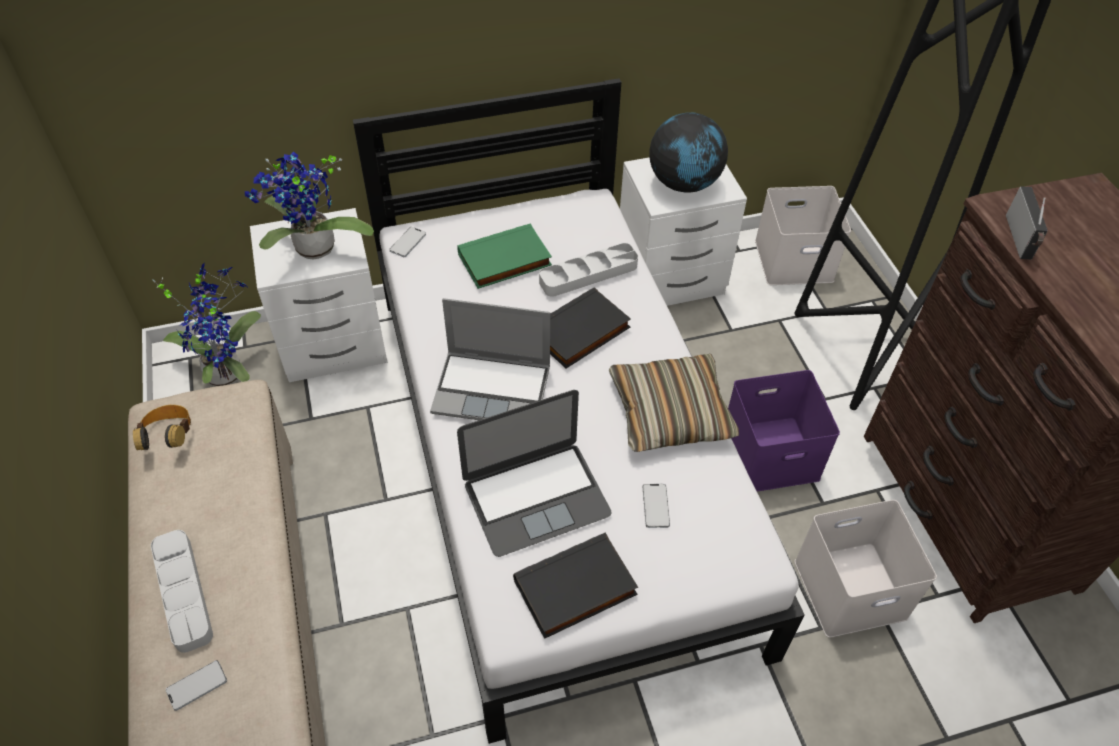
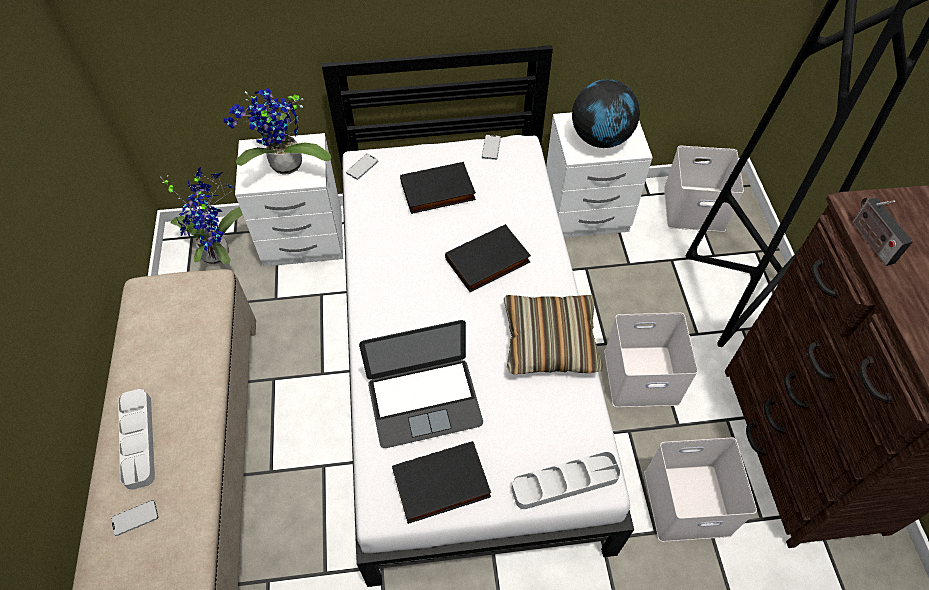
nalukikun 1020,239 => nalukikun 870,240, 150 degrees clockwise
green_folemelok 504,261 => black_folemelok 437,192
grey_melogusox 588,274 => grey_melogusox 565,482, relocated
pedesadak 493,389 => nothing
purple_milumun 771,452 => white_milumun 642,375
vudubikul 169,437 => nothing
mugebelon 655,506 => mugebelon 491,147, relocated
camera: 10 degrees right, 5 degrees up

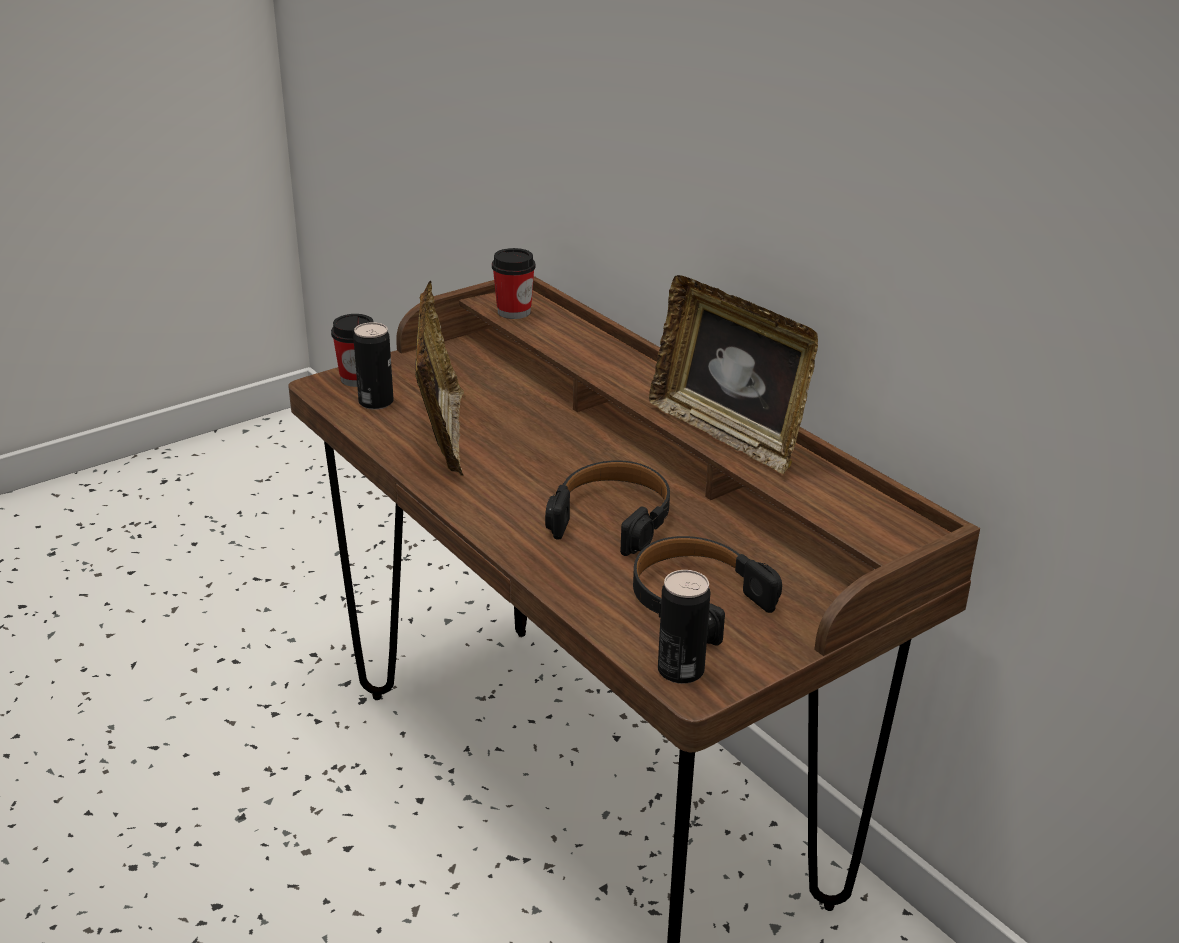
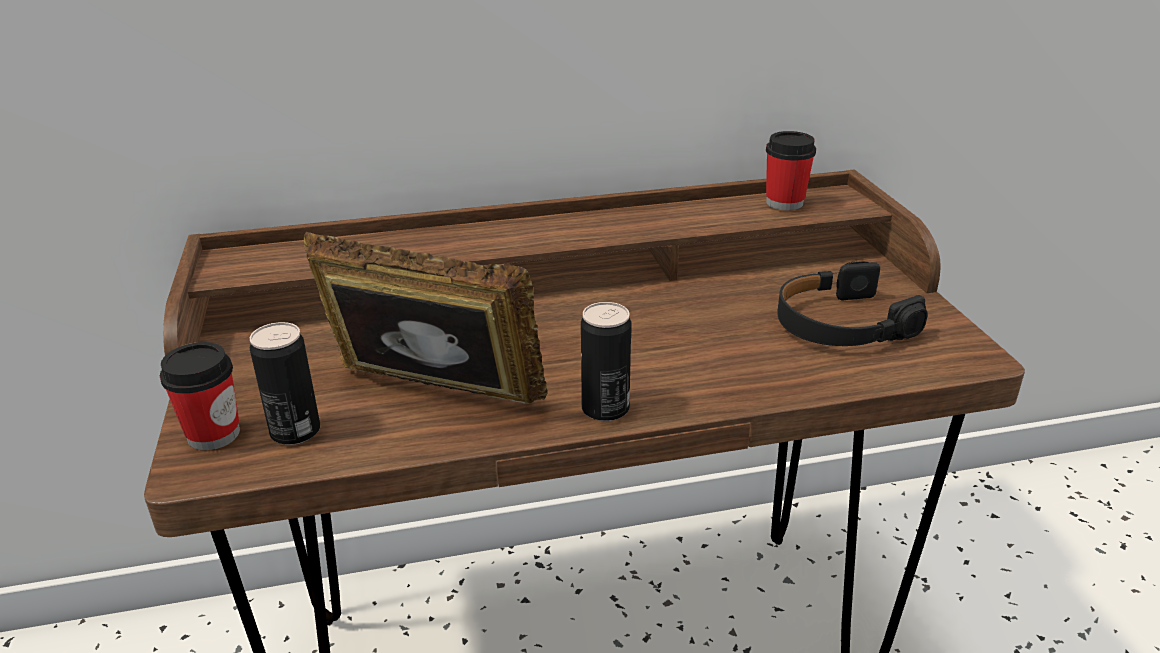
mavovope 514,312 => mavovope 784,203, relocated
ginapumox 728,433 => nothing
black_vudubikul 612,518 => nothing
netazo 680,670 => netazo 605,409, relocated
camera: 65 degrees left, 0 degrees up

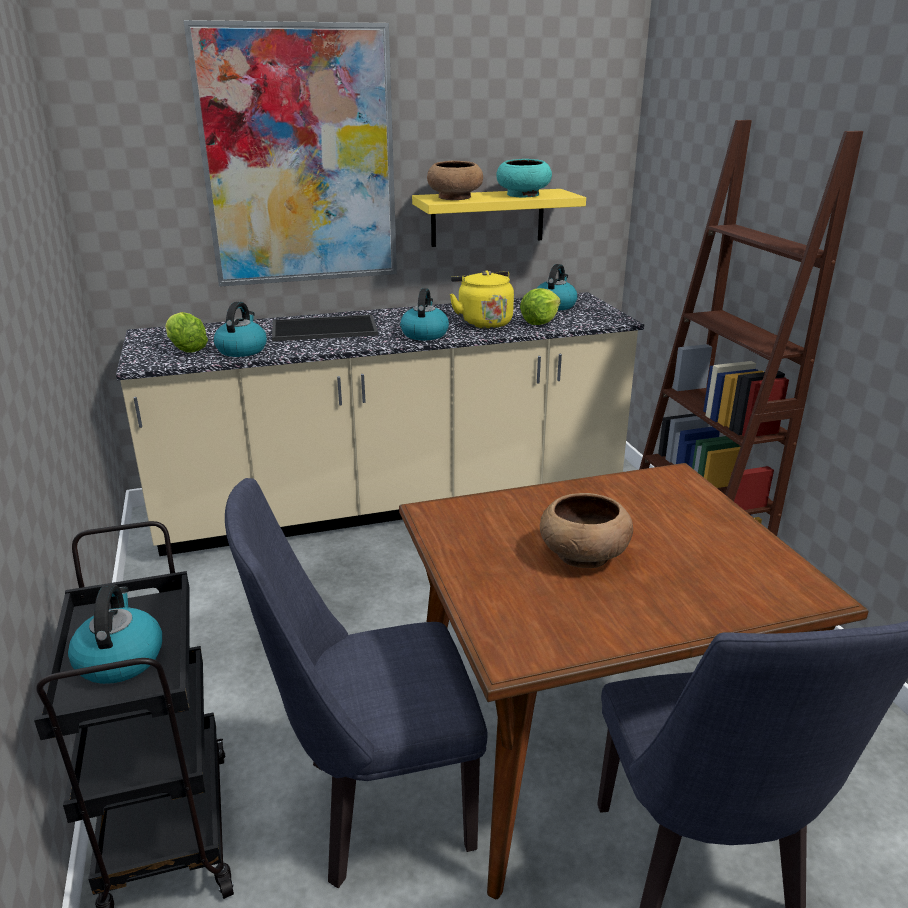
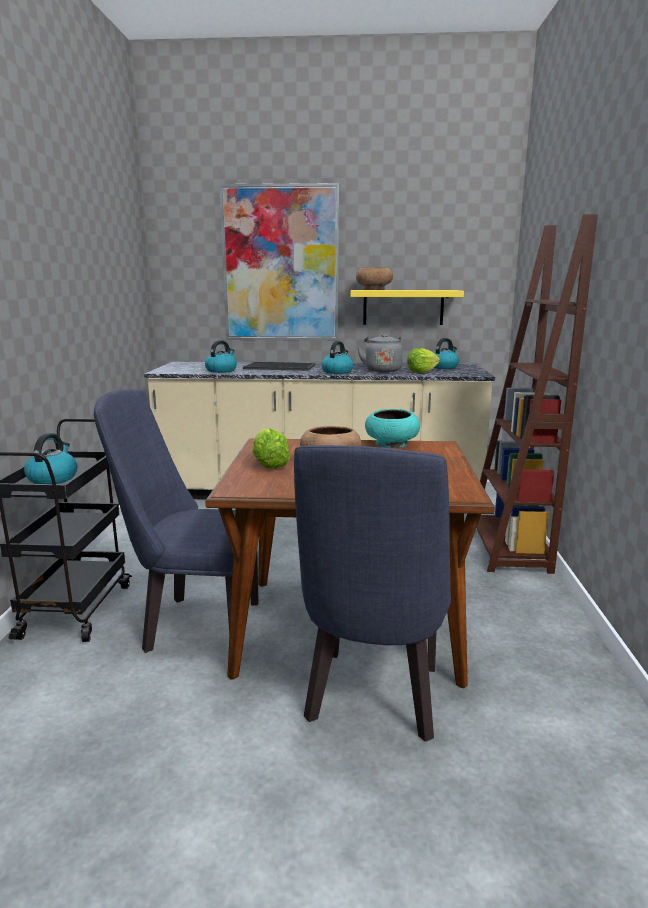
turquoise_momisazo 523,195 => turquoise_momisazo 391,444, relocated
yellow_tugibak 482,322 => grey_tugibak 382,370
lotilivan 186,349 => lotilivan 269,465, relocated
camera: 20 degrees right, 10 degrees down

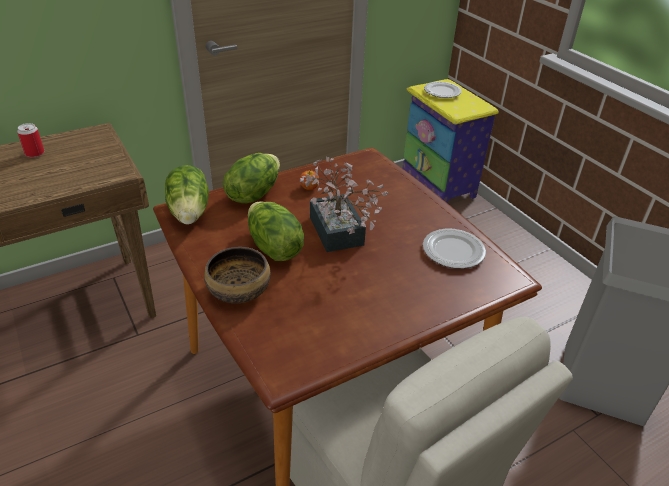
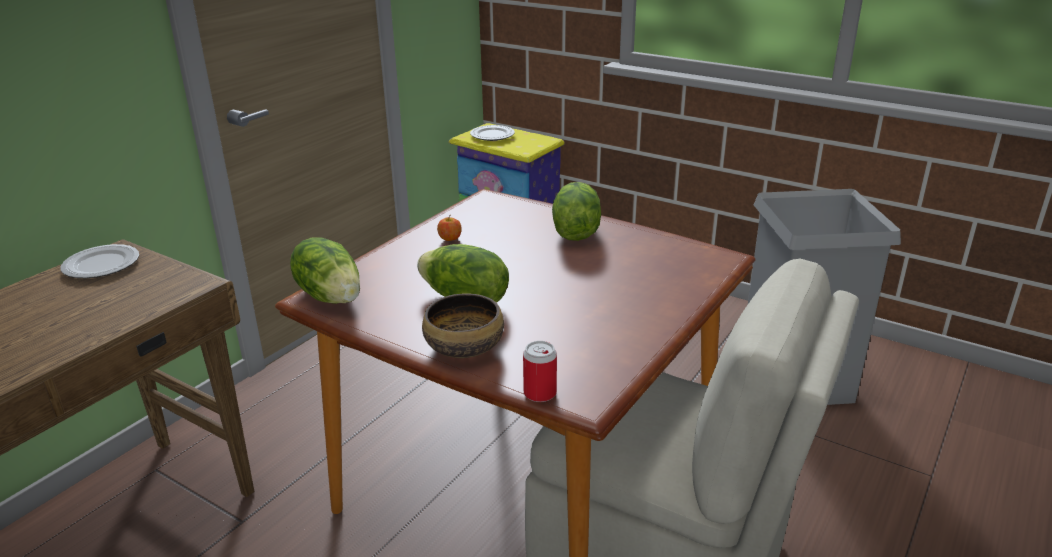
netazo 35,153 => netazo 540,393, relocated
lotilivan 253,193 => lotilivan 575,232, relocated
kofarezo 338,236 => nothing
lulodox 453,251 => lulodox 101,265, relocated
camera: 25 degrees left, 10 degrees down

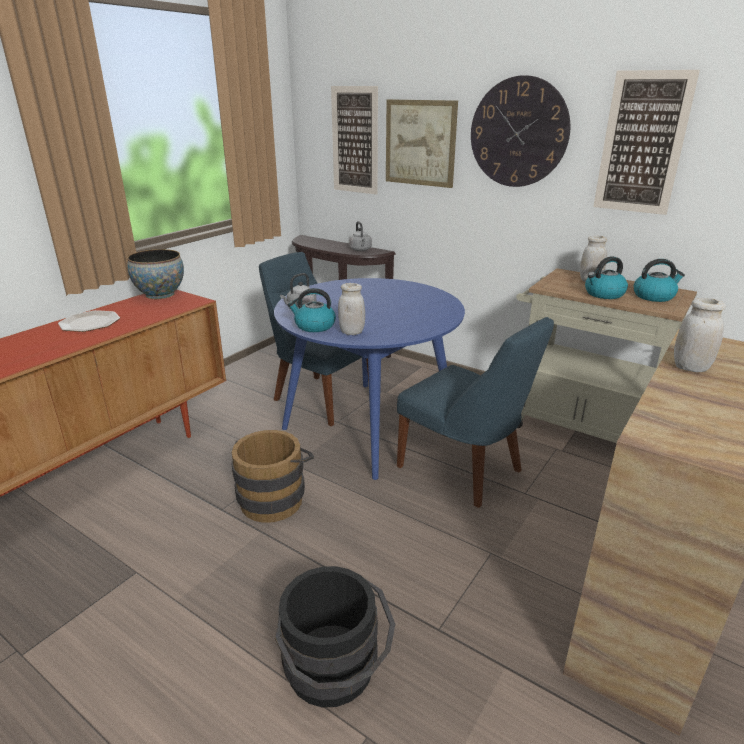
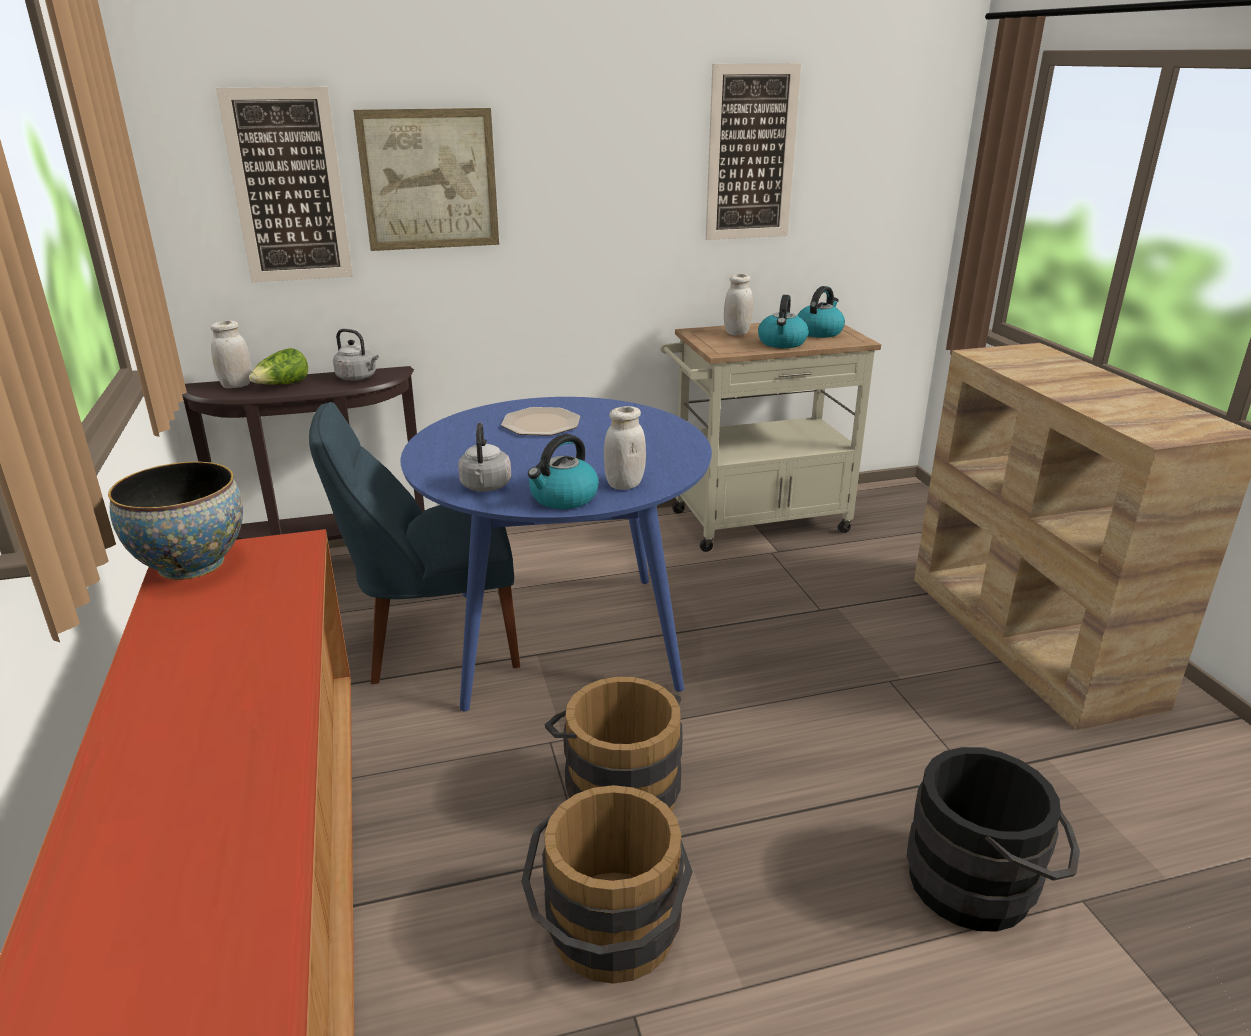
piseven 518,133 => nothing
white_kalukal 690,368 => white_kalukal 236,385, relocated
lulodox 89,323 => lulodox 541,424, relocated
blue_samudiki 464,470 => nothing
nothing => lotilivan 282,385
nothing => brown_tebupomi 610,940
camera: 50 degrees left, 0 degrees up

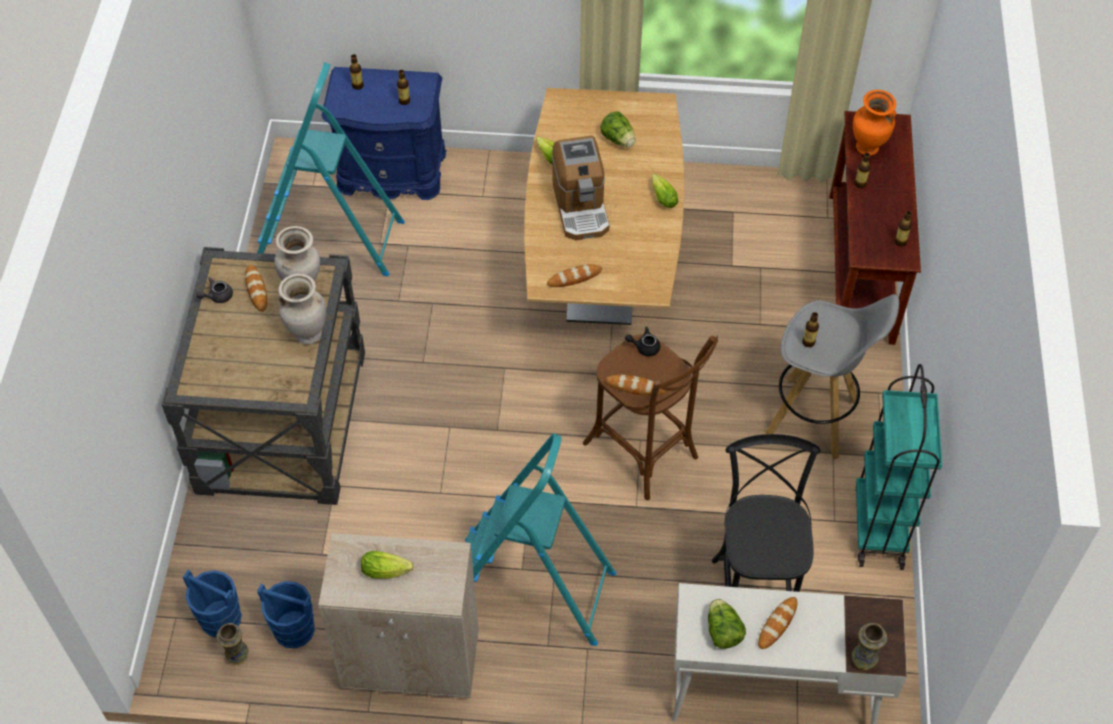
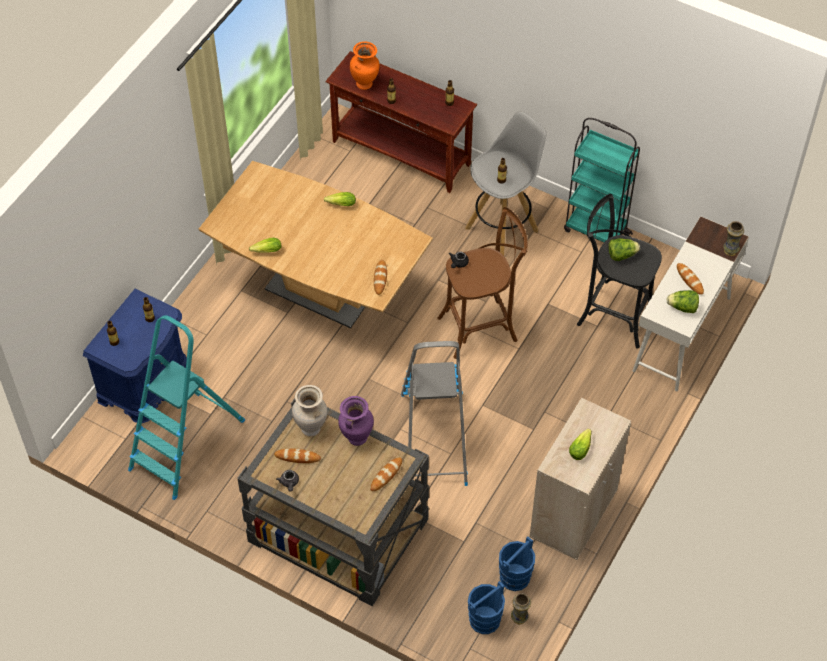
lotilivan 618,139 => lotilivan 621,255, relocated
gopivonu 580,207 => nothing
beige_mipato 308,334 => purple_mipato 356,438
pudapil 634,387 => pudapil 386,475, relocated
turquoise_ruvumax 528,590 => nothing
nothing => grey_ruvumax 433,437
camera: 65 degrees left, 0 degrees up

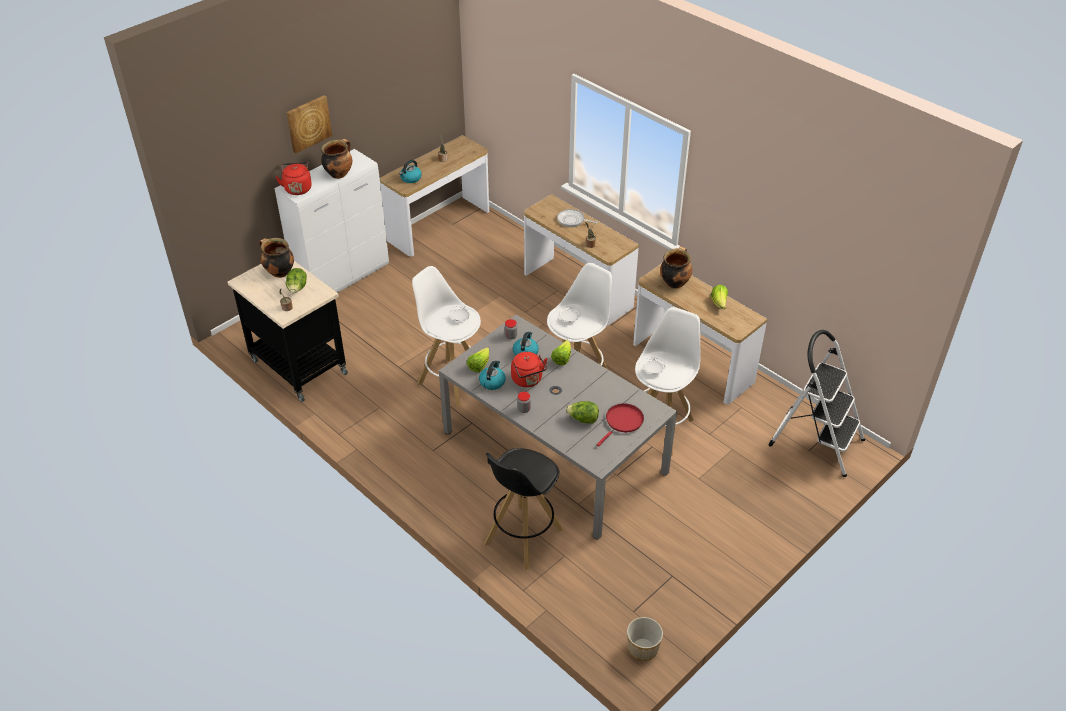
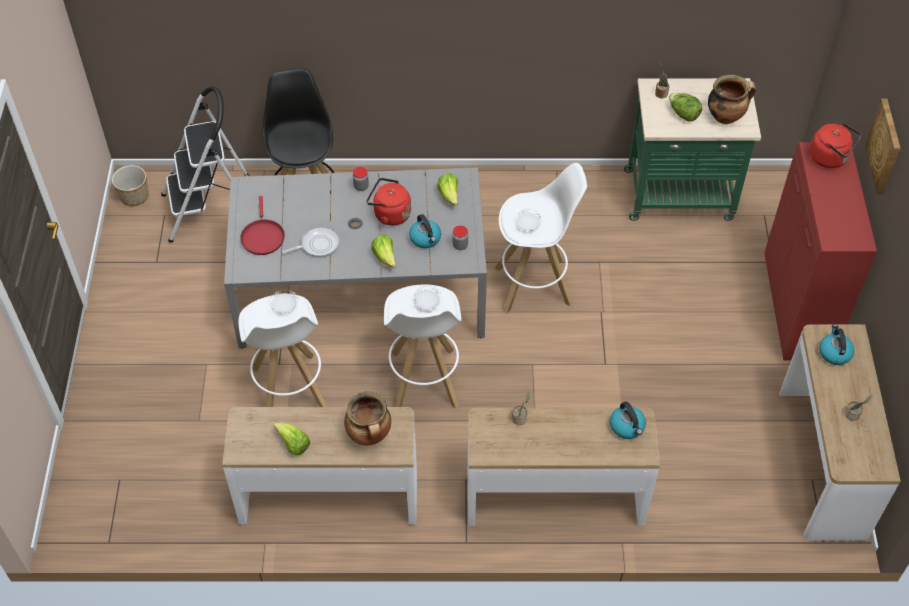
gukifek 339,174 => nothing
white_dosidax 343,278 => red_dosidax 796,309
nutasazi 572,220 => nutasazi 318,244, relocated
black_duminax 298,367 => green_duminax 679,194
ruvumax 814,441 => ruvumax 214,210, relocated
tugibak 492,382 => tugibak 627,427, relocated
lotilivan 583,419 => nothing
camera: 135 degrees right, 10 degrees up

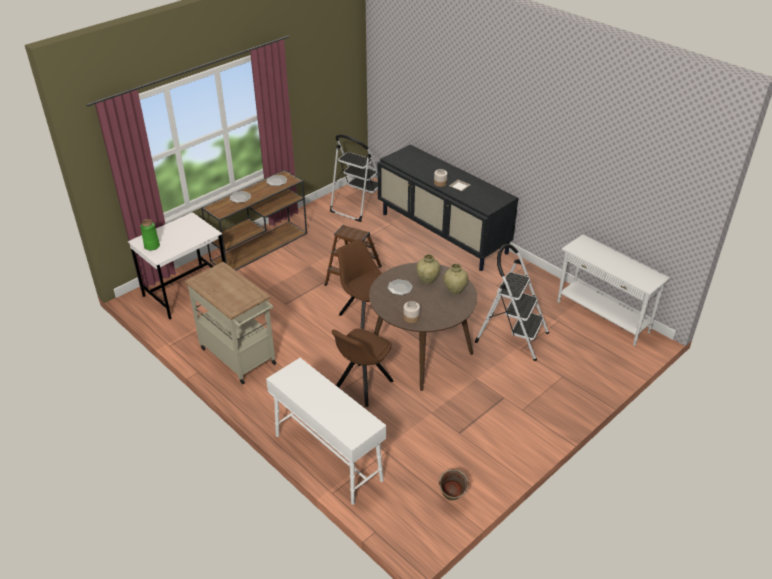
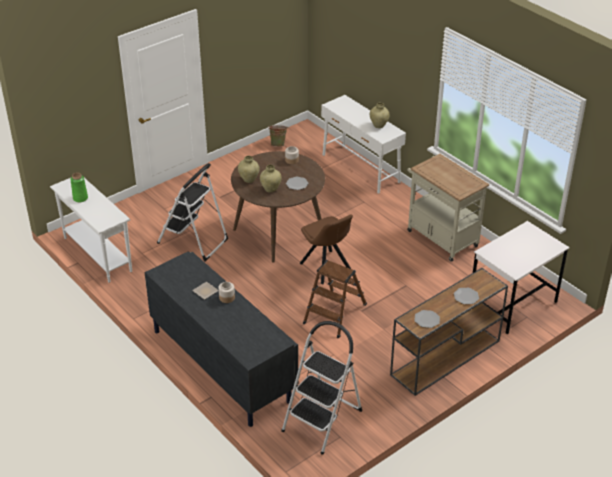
green_mipato 152,246 => green_mipato 80,198, relocated
brown_samudiki 363,385 => nothing
nothing => beige_mipato 378,125
camera: 175 degrees left, 0 degrees up

